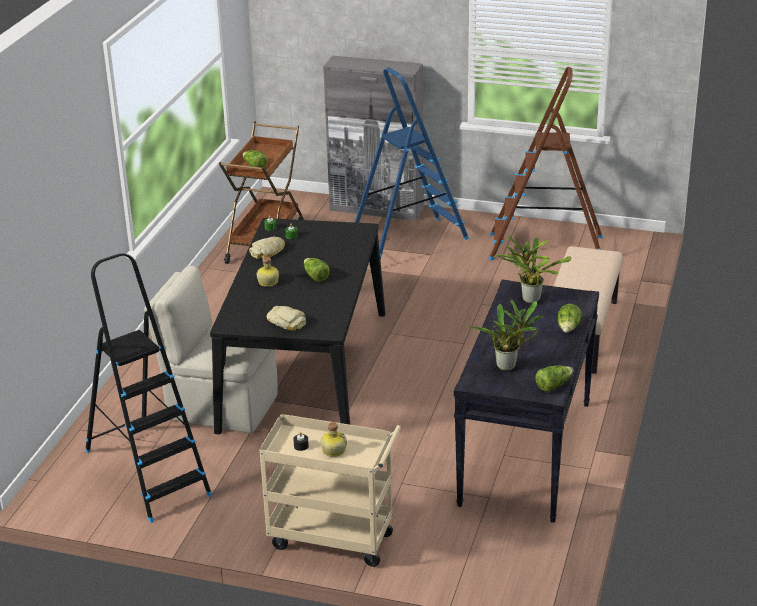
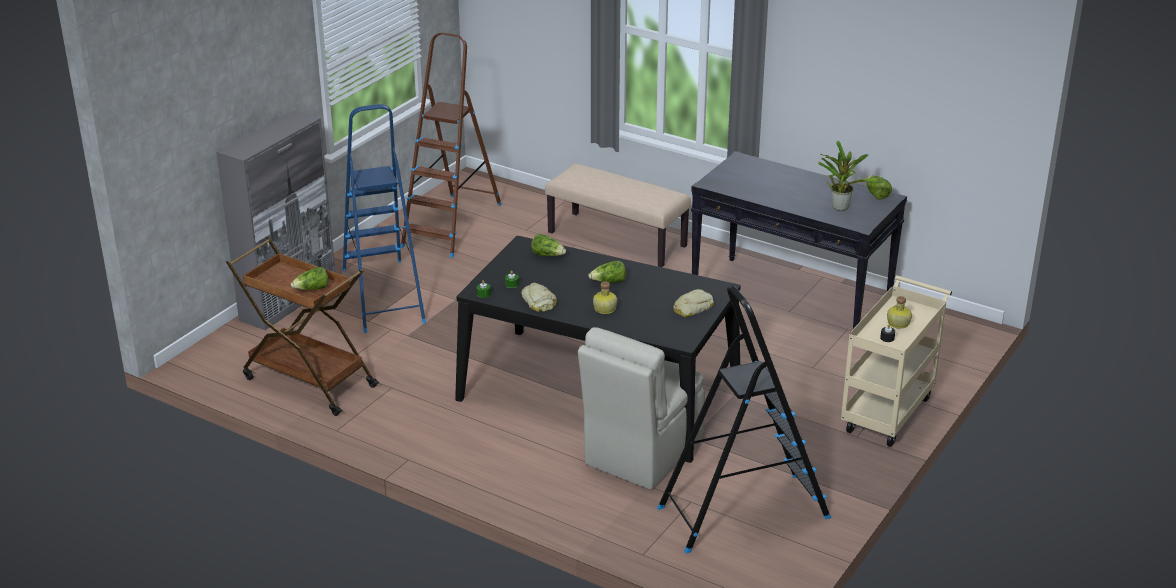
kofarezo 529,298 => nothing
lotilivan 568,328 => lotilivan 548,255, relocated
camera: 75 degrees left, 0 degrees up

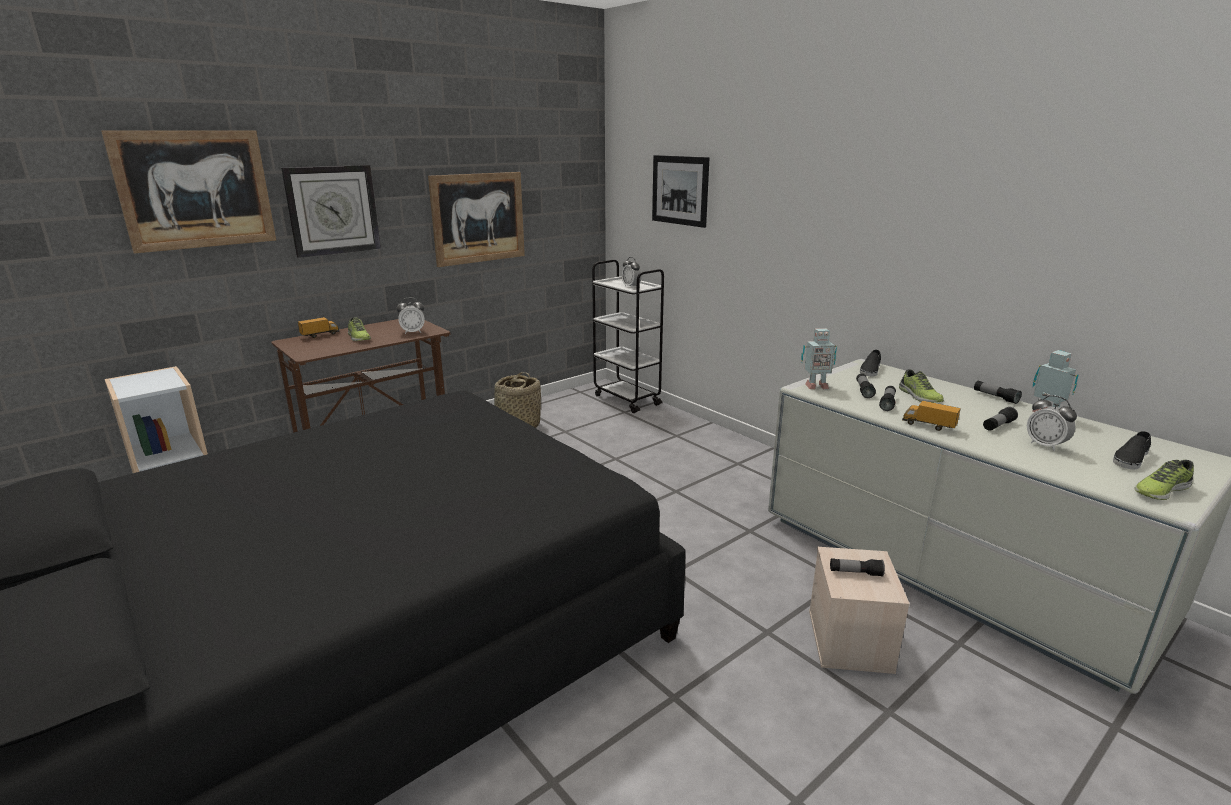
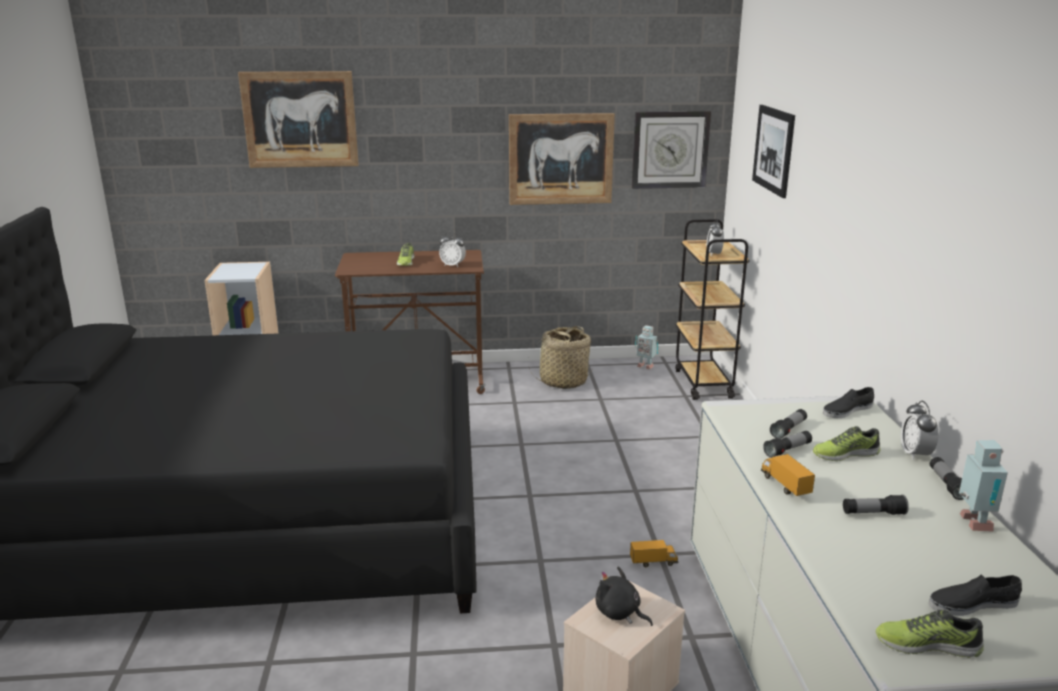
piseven 333,210 => piseven 670,149, relocated
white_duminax 628,400 => brown_duminax 704,384
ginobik 320,335 => ginobik 653,562, relocated
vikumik 815,386 => vikumik 645,366, relocated
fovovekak 918,396 => fovovekak 844,454, 60 degrees clockwise
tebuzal 1045,445 => tebuzal 915,454, relocated
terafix 855,573 => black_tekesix 619,613
camera: 35 degrees right, 0 degrees up

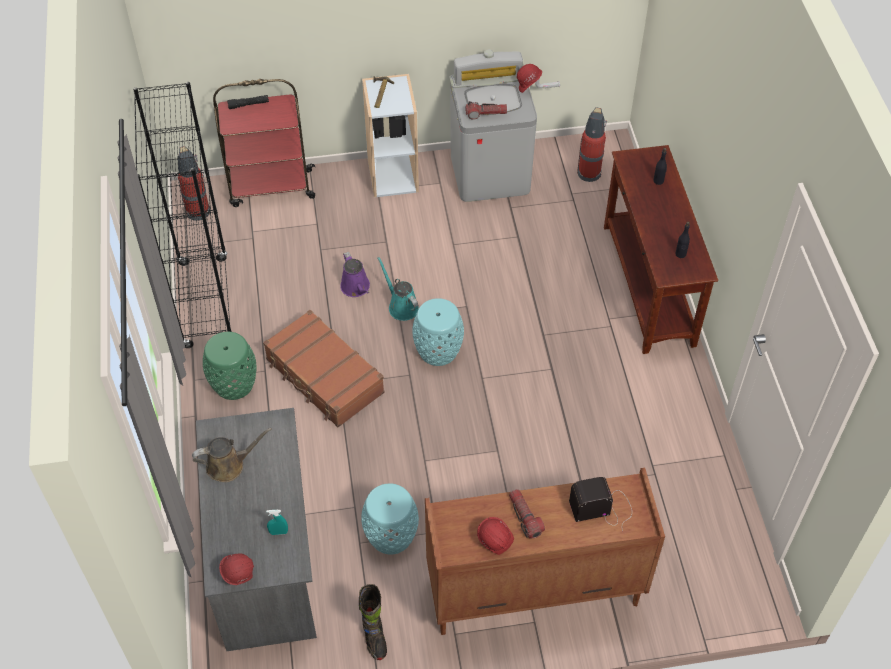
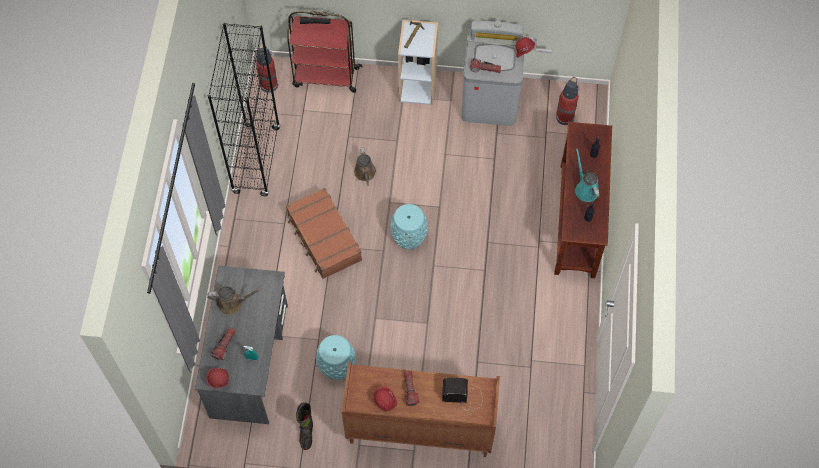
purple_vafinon 356,288 => brown_vafinon 365,173
turquoise_vafinon 401,306 => turquoise_vafinon 585,189, relocated
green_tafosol 233,384 => nothing
nothing => terafix 225,345
camera: 15 degrees right, 10 degrees up

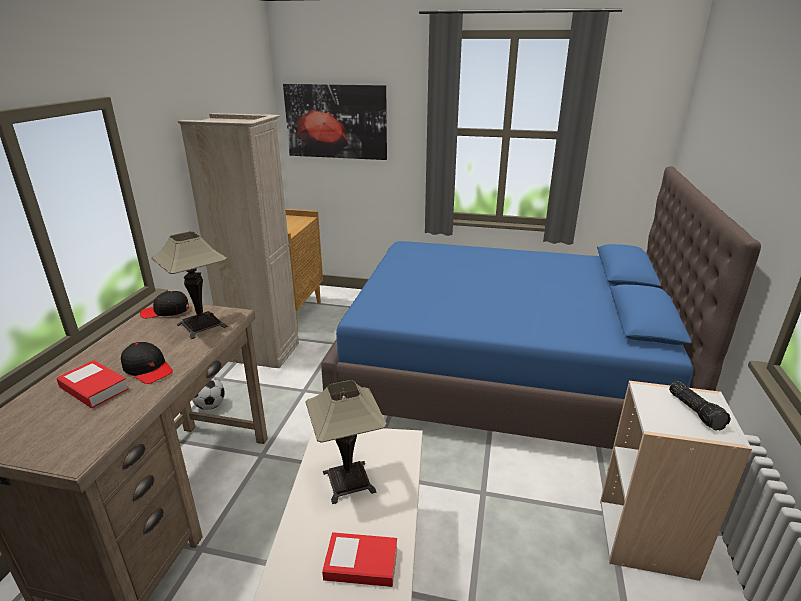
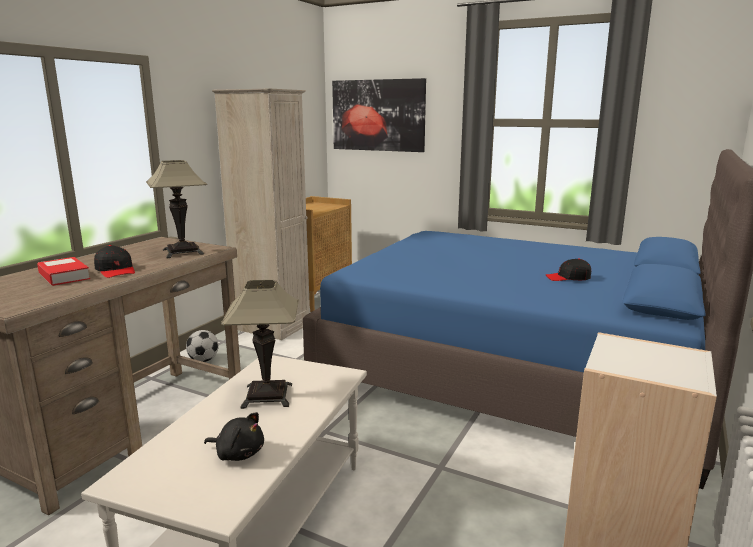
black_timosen 166,311 => black_timosen 568,278, relocated
terafix 696,411 => nothing
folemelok 361,564 => black_tekesix 238,453
camera: 15 degrees right, 10 degrees down

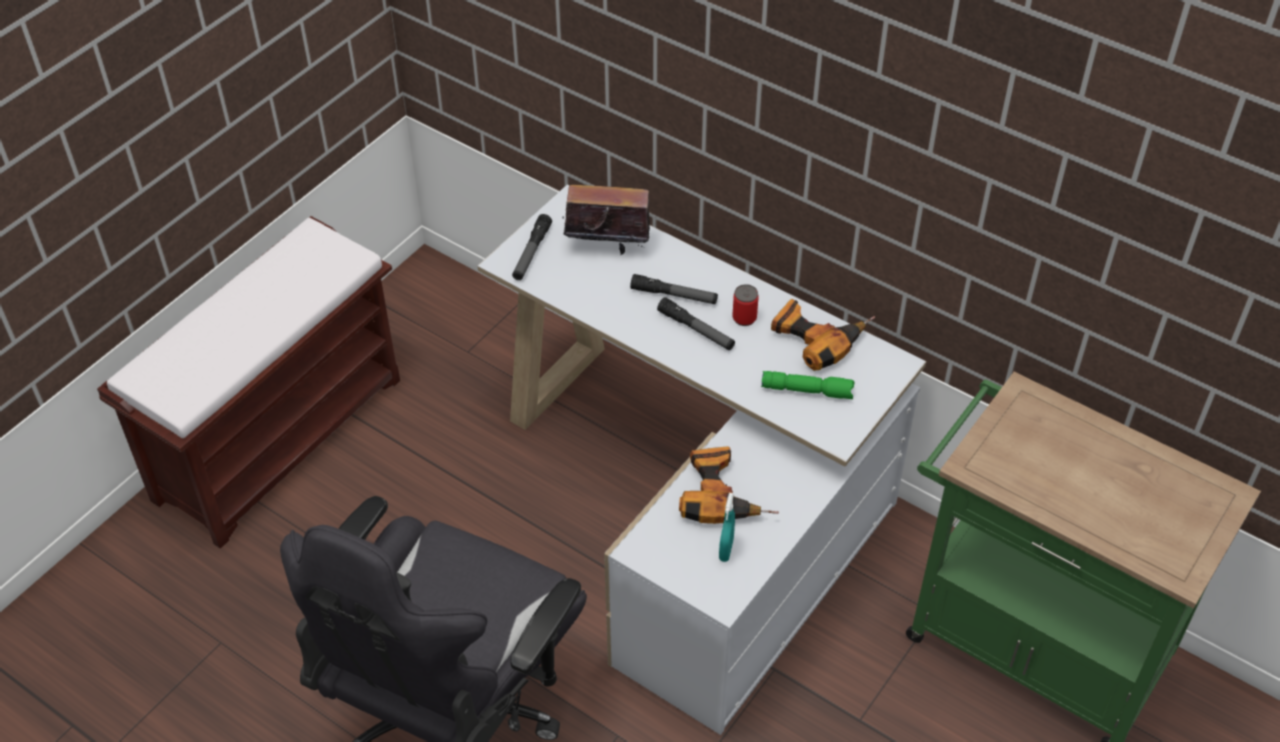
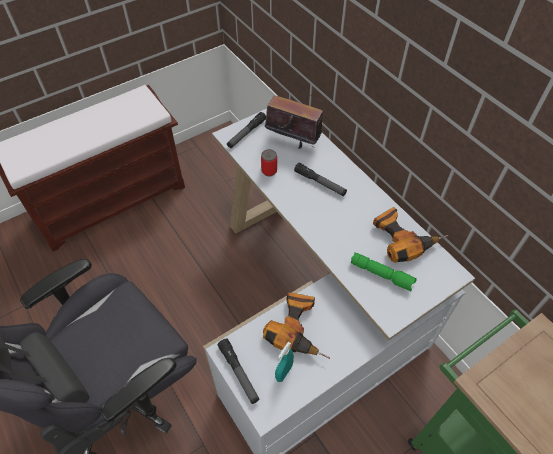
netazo 744,318 => netazo 269,171, relocated
terafix 696,330 => terafix 239,373, relocated
camera: 20 degrees right, 5 degrees up

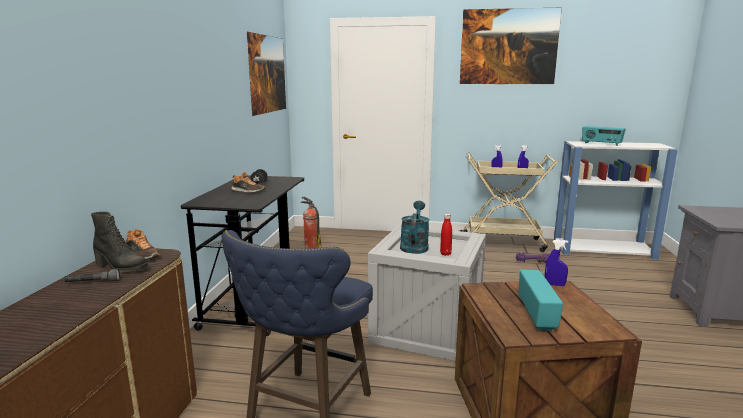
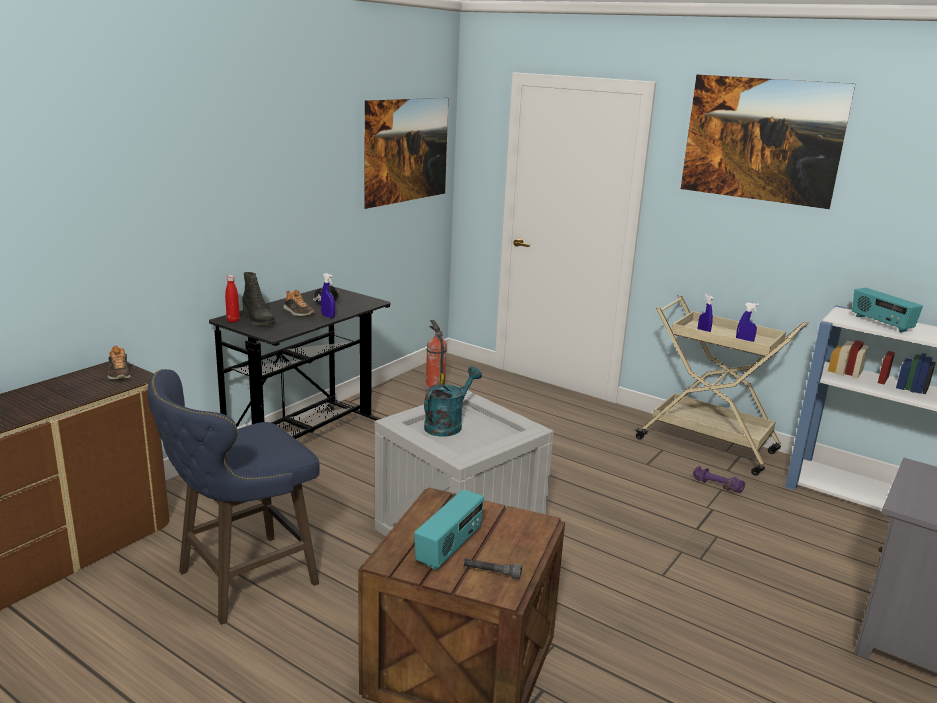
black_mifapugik 120,267 => black_mifapugik 258,321, relocated
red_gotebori 445,254 => red_gotebori 233,321, relocated
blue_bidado 554,285 => blue_bidado 328,316, relocated
grey_terafix 92,282 => grey_terafix 492,573, relocated
camera: 25 degrees right, 5 degrees up

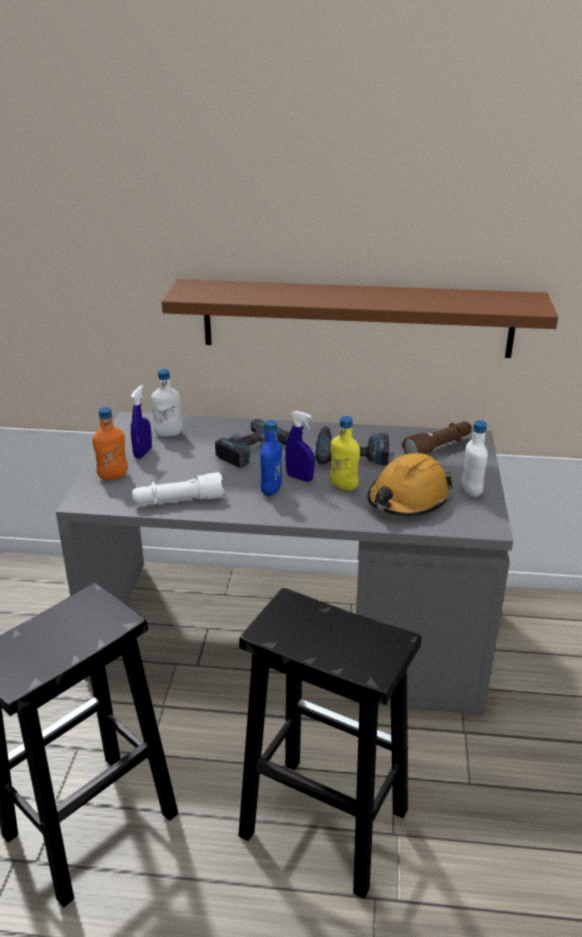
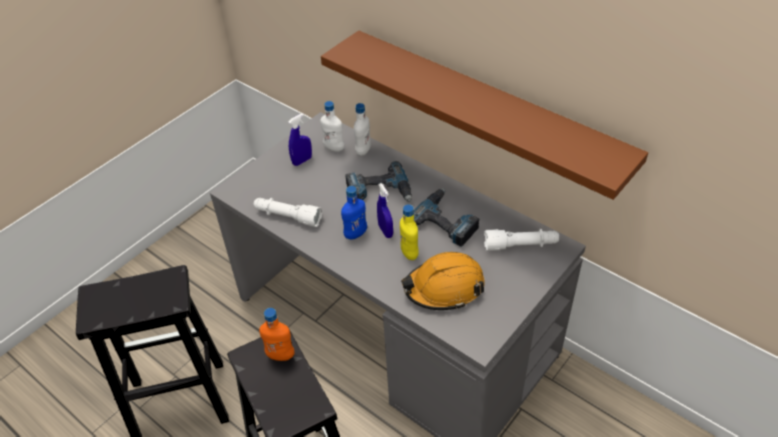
orange_gotebori 113,476 => orange_gotebori 280,355, relocated
white_gotebori 471,491 => white_gotebori 363,150, relocated
brown_terafix 438,447 => white_terafix 520,245
camera: 35 degrees right, 15 degrees up

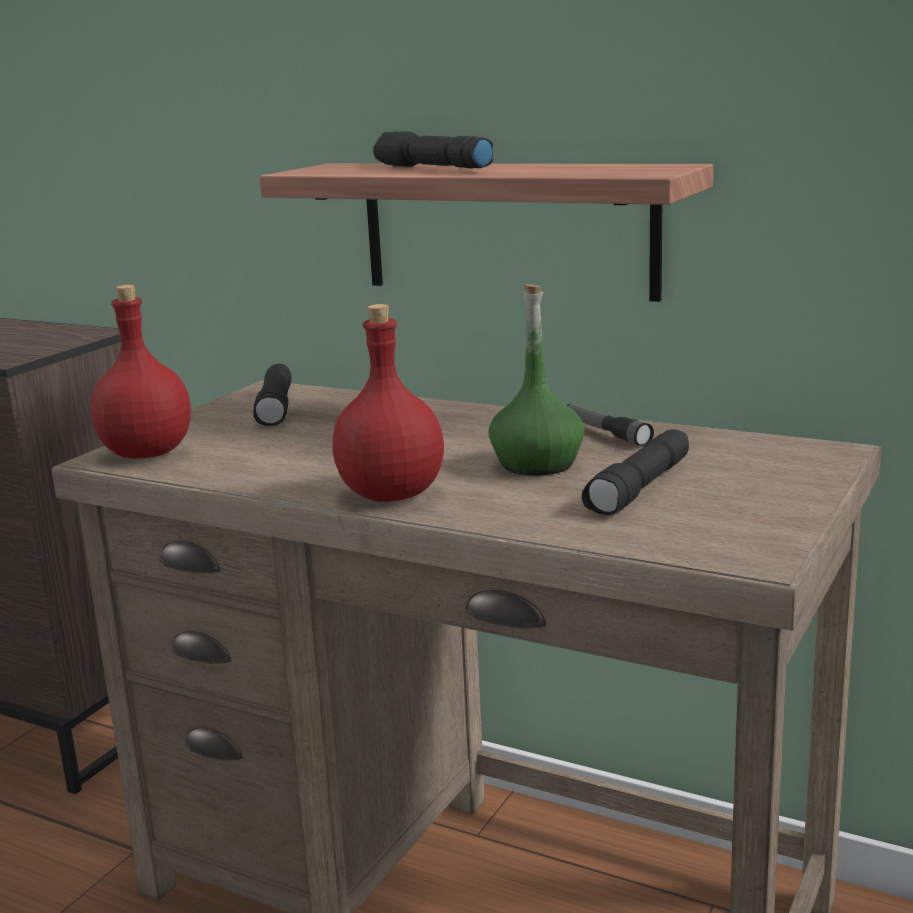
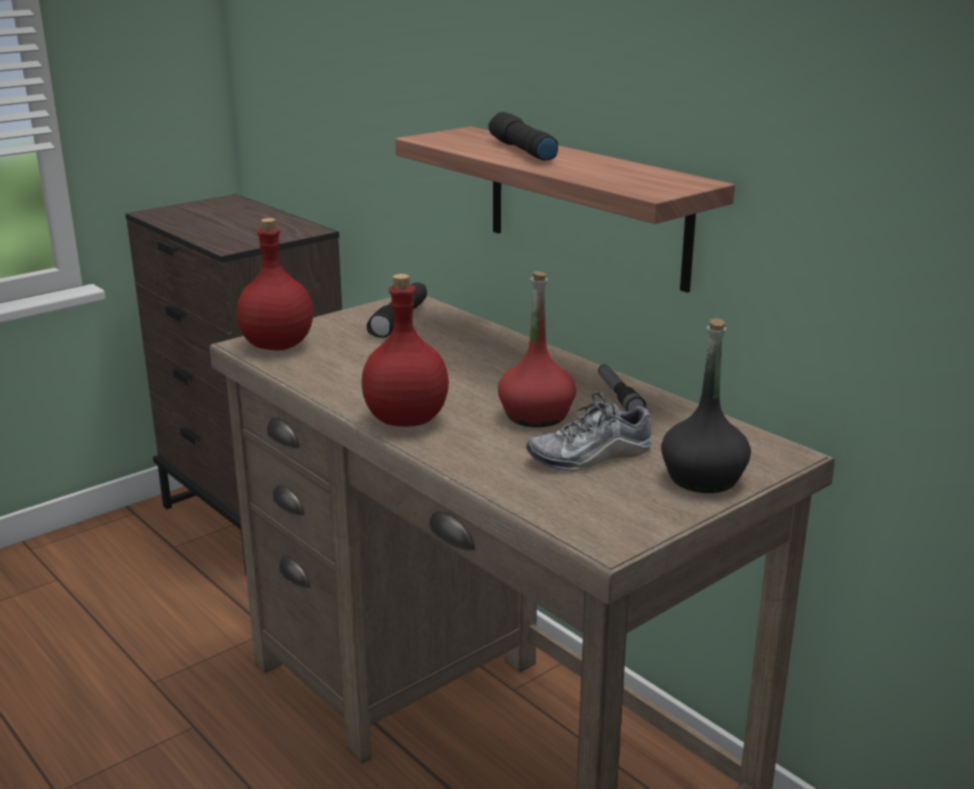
green_gotebori 537,464 => red_gotebori 536,415
black_terafix 641,489 => fovovekak 590,456
nothing => black_gotebori 703,478
camera: 20 degrees right, 5 degrees up

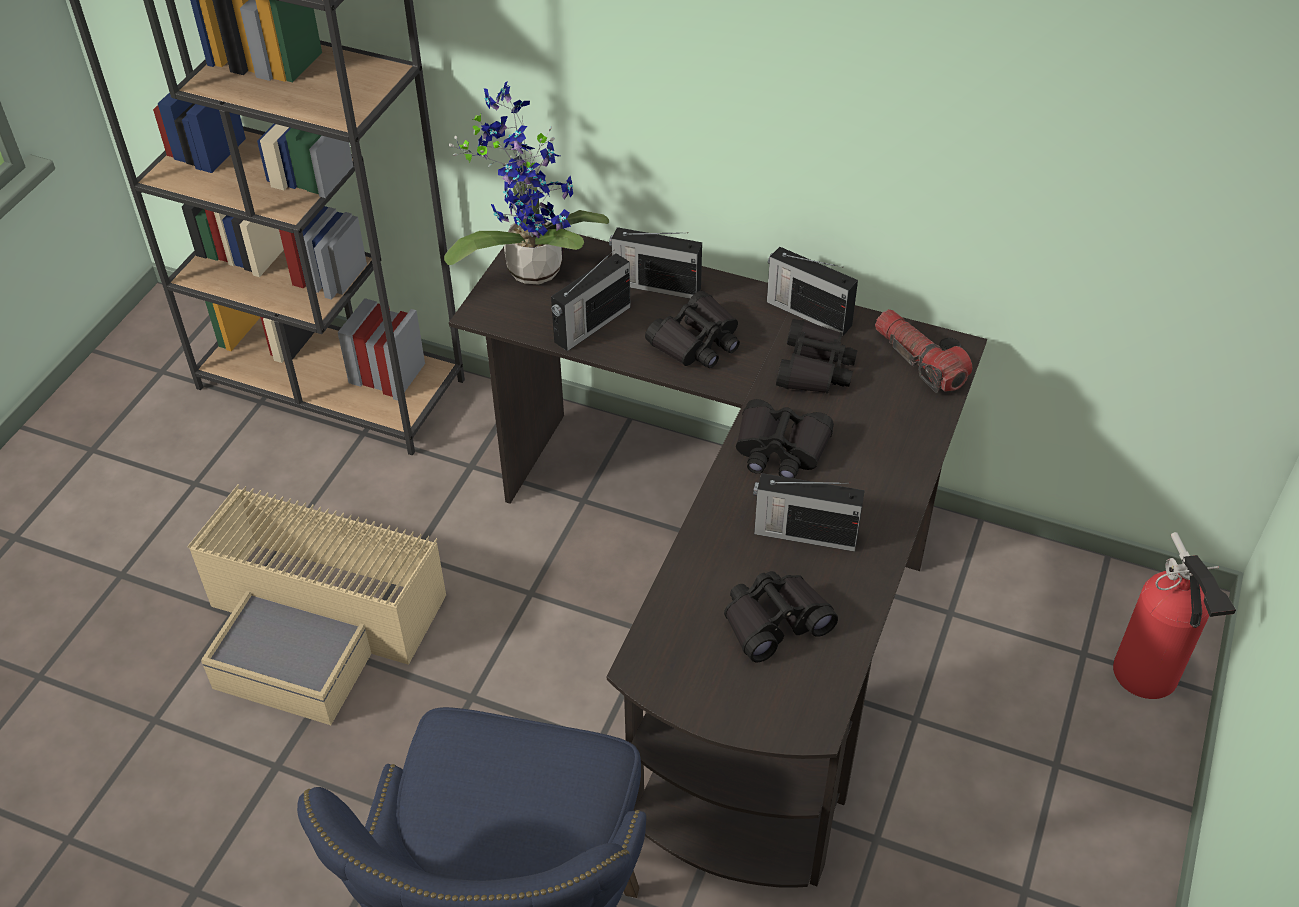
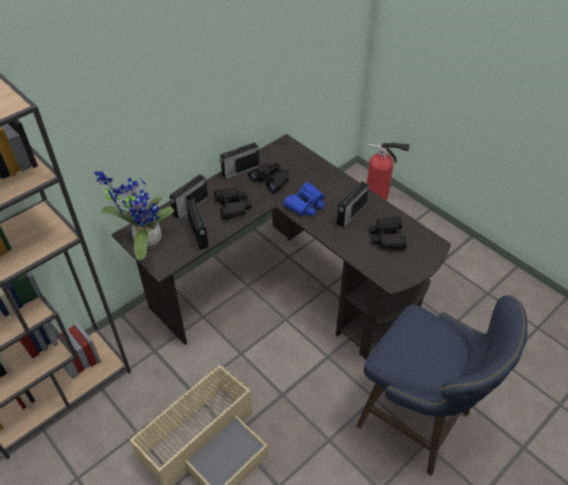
terafix 919,361 => nothing
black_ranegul 780,449 => blue_ranegul 306,205
camera: 65 degrees left, 0 degrees up

